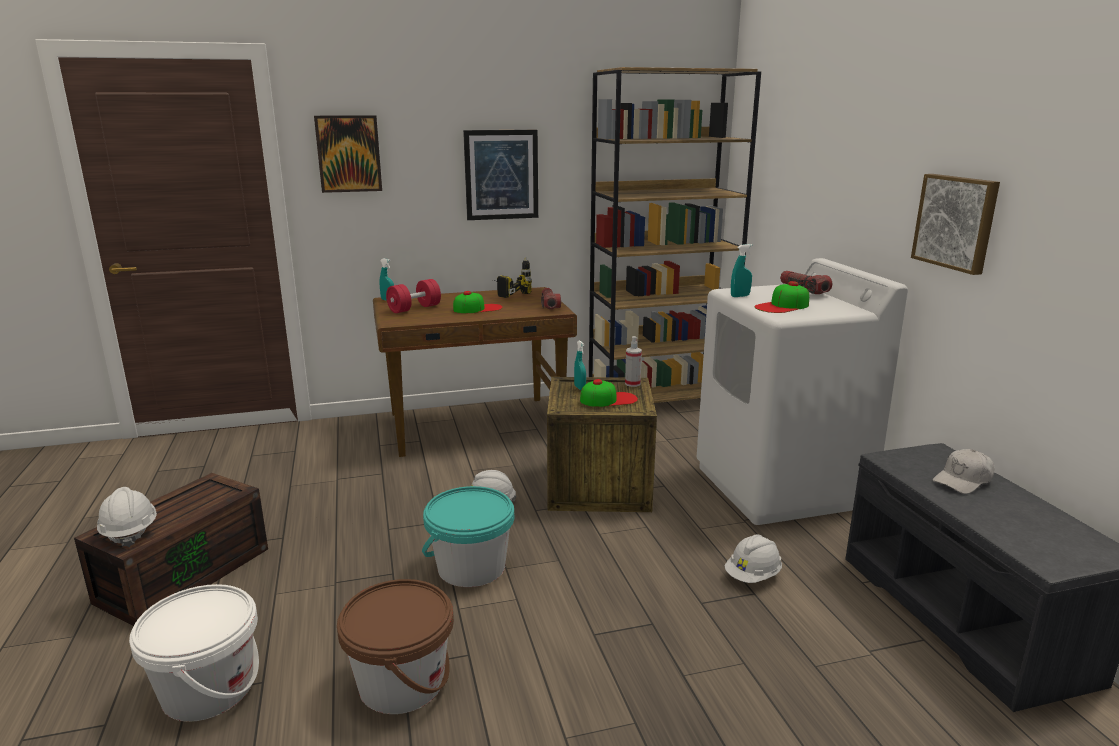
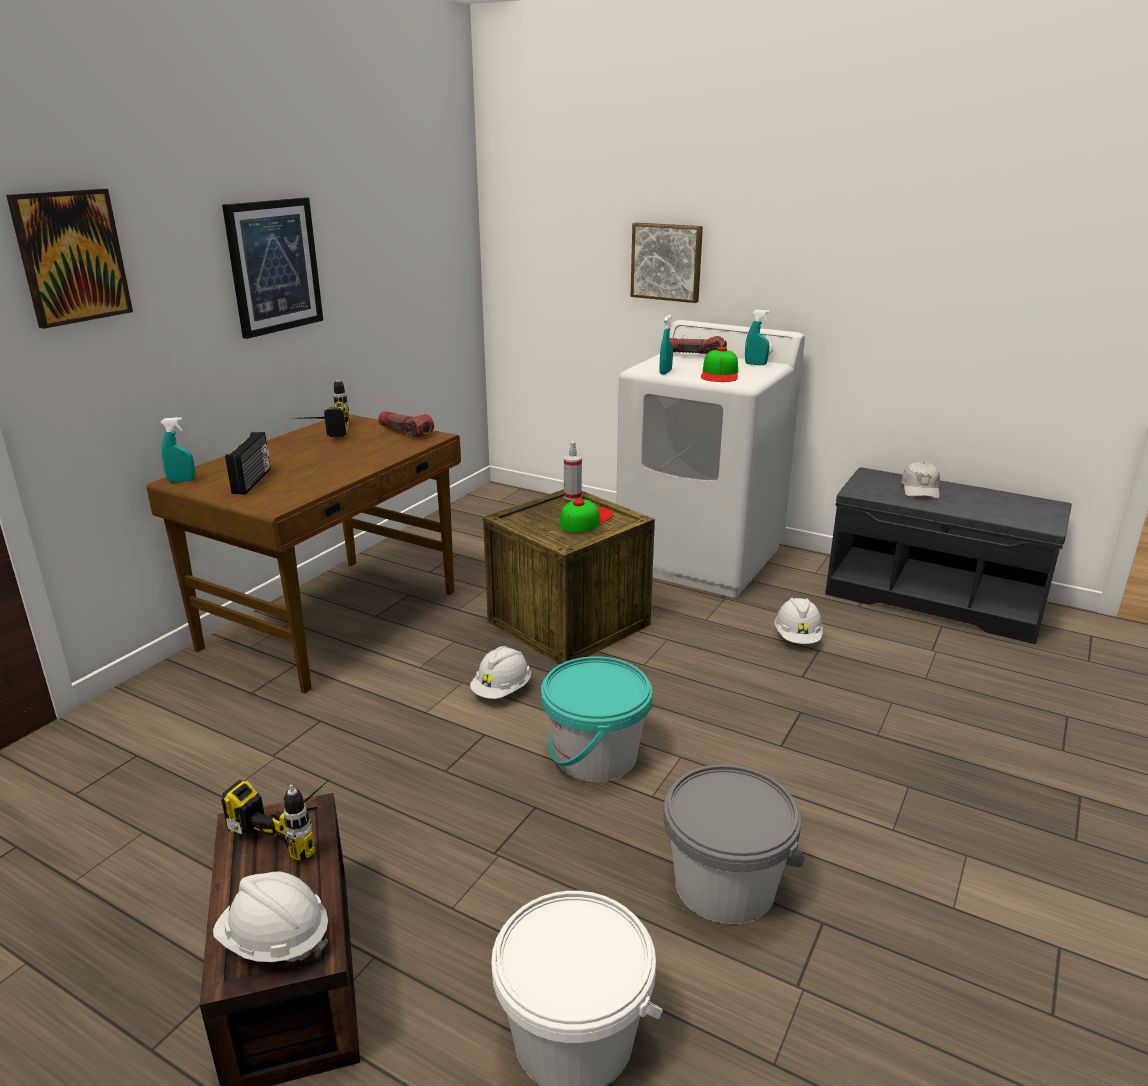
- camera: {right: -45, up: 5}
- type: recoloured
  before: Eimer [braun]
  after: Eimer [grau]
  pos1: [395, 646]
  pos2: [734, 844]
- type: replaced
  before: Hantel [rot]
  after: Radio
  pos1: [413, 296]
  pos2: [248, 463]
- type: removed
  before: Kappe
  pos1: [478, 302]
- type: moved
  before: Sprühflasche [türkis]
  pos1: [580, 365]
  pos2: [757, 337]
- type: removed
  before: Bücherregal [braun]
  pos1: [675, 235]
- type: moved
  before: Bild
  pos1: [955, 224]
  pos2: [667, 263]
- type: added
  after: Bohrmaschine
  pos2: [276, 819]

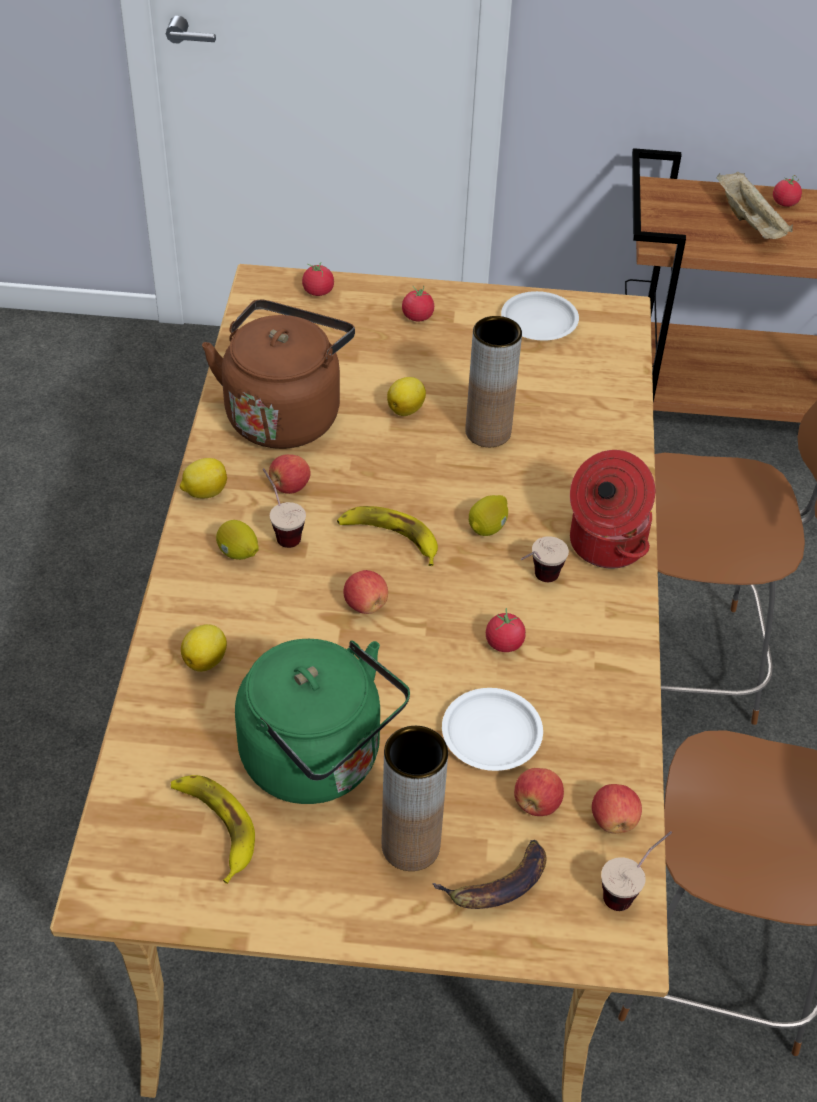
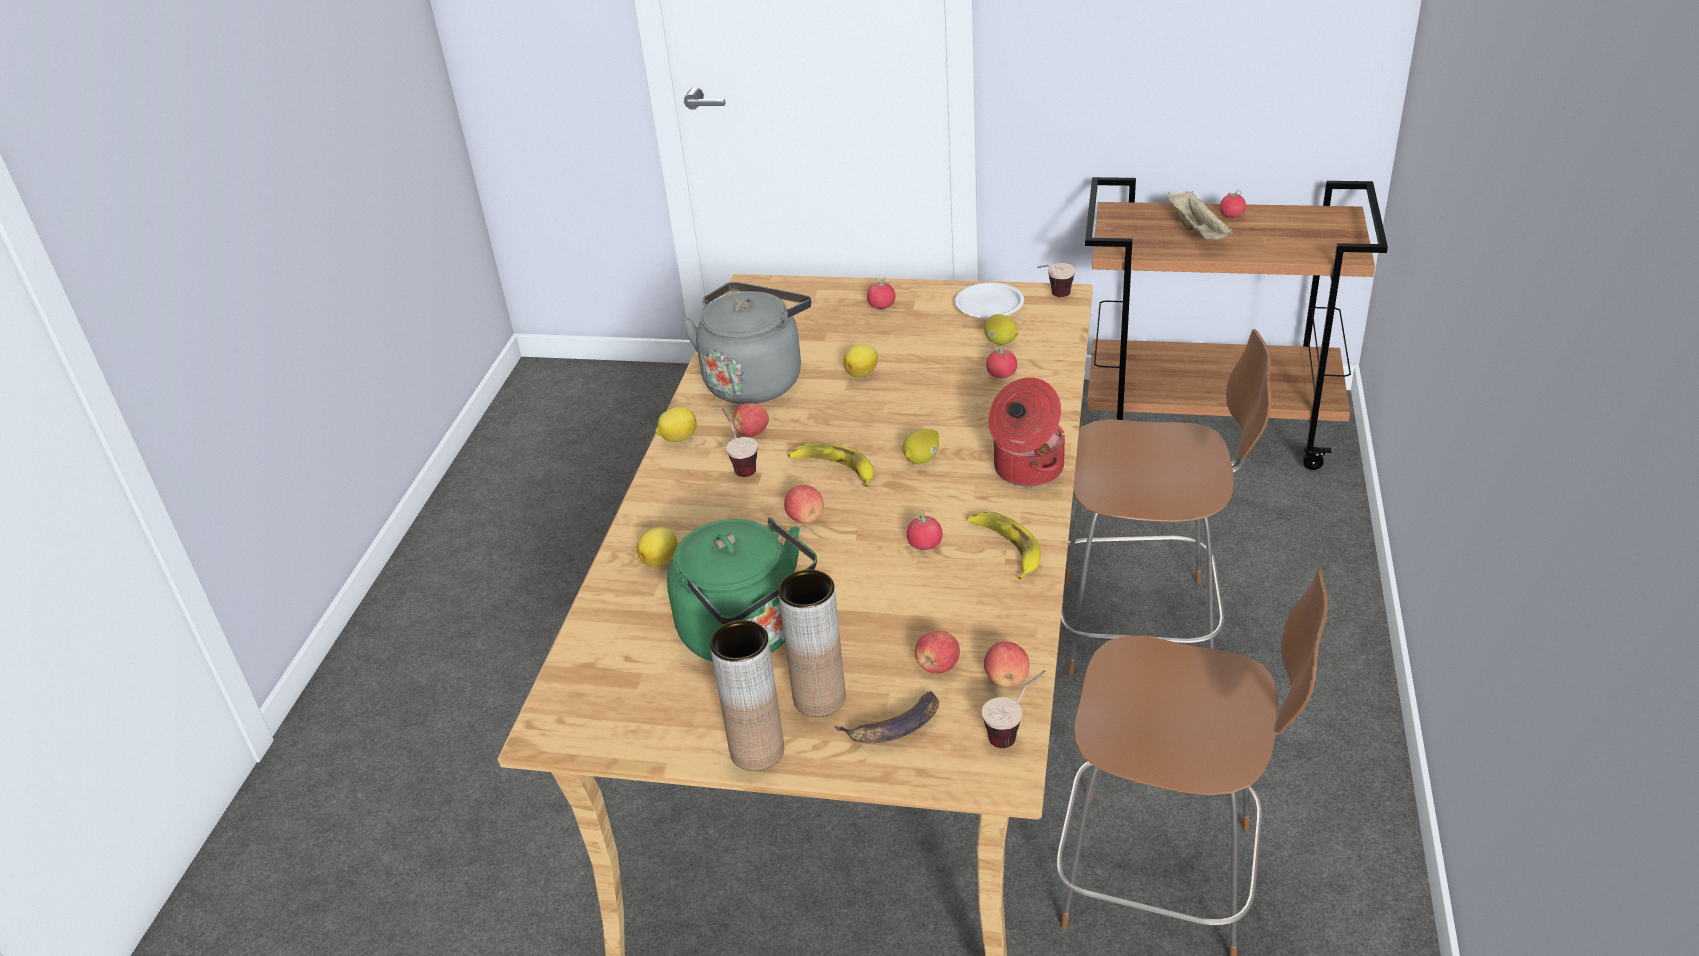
- camera: {right: 10, up: -10}
- type: moved
  before: Banane
  pos1: [213, 829]
  pos2: [1004, 546]
- type: recoloured
  before: Wasserkessel [braun]
  after: Wasserkessel [grau]
  pos1: [278, 374]
  pos2: [746, 343]
- type: moved
  before: Zitrone
  pos1: [237, 540]
  pos2: [1001, 329]
- type: moved
  before: Tomate
  pos1: [318, 279]
  pos2: [1001, 361]
- type: removed
  before: Teller [weiß]
  pos1: [492, 729]
- type: moved
  before: Vase [braun]
  pos1: [494, 381]
  pos2: [747, 695]
- type: moved
  before: Tasse
  pos1: [545, 559]
  pos2: [1056, 280]

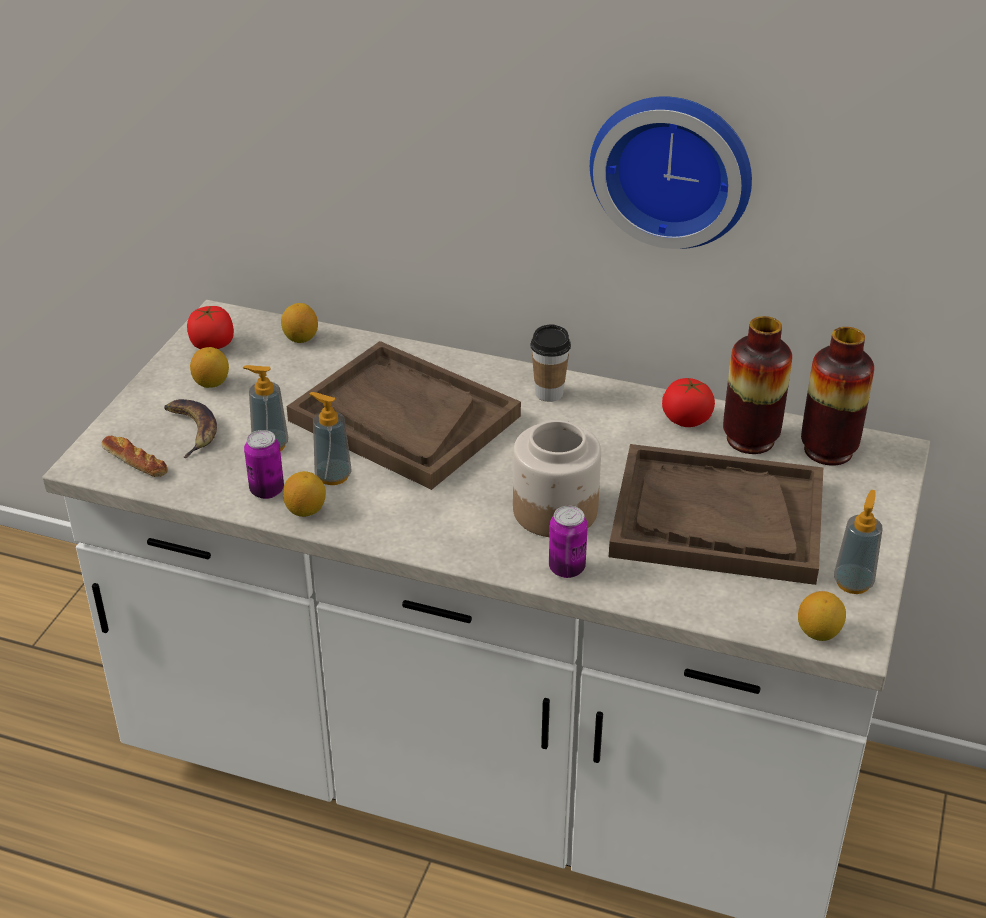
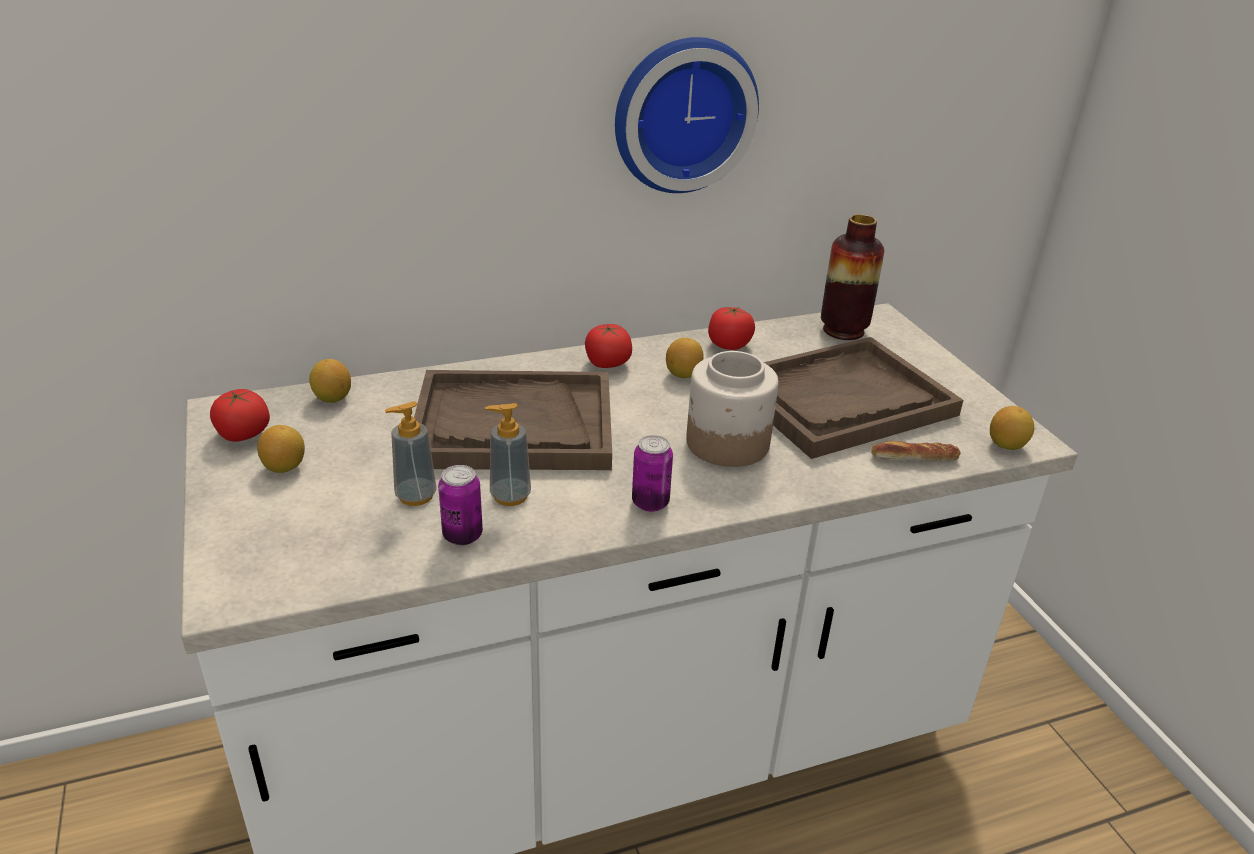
- camera: {right: -40, up: -5}
- type: moved
  before: Brot
  pos1: [134, 456]
  pos2: [916, 451]
- type: removed
  before: Banane
  pos1: [190, 428]
- type: moved
  before: Zitrone
  pos1: [304, 494]
  pos2: [684, 358]
- type: replaced
  before: Tasse
  after: Tomate
  pos1: [550, 363]
  pos2: [608, 346]
- type: moved
  before: Dose
  pos1: [568, 542]
  pos2: [652, 473]
- type: removed
  before: Vase
  pos1: [757, 385]
- type: removed
  before: Seifenspender
  pos1: [858, 541]

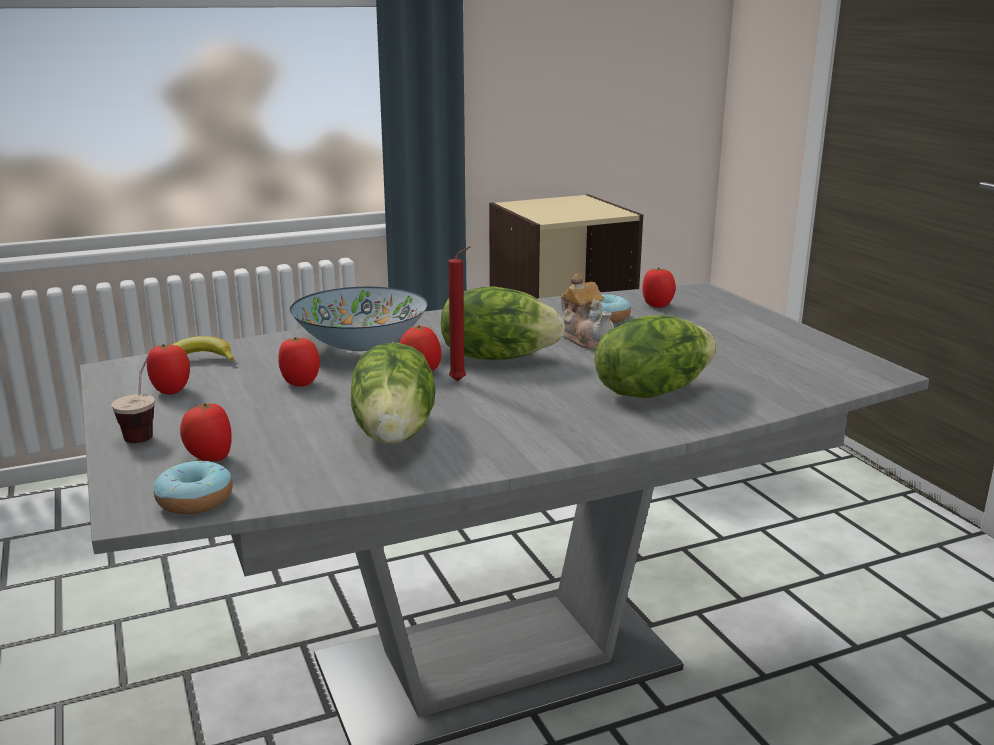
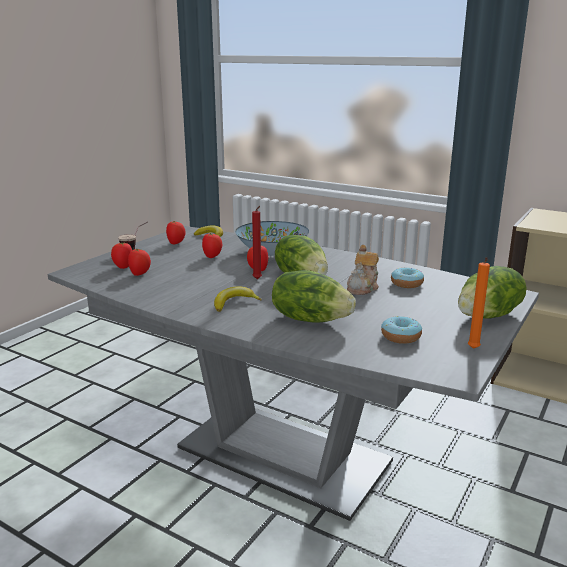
- camera: {right: 55, up: 0}
- type: moved
  before: Donut
  pos1: [193, 487]
  pos2: [401, 330]
- type: moved
  before: Salatkopf
  pos1: [393, 394]
  pos2: [492, 292]
- type: moved
  before: Tomate
  pos1: [659, 287]
  pos2: [139, 262]
- type: added
  after: Banane
  pos2: [238, 299]
- type: added
  after: Kerze [orange]
  pos2: [479, 303]

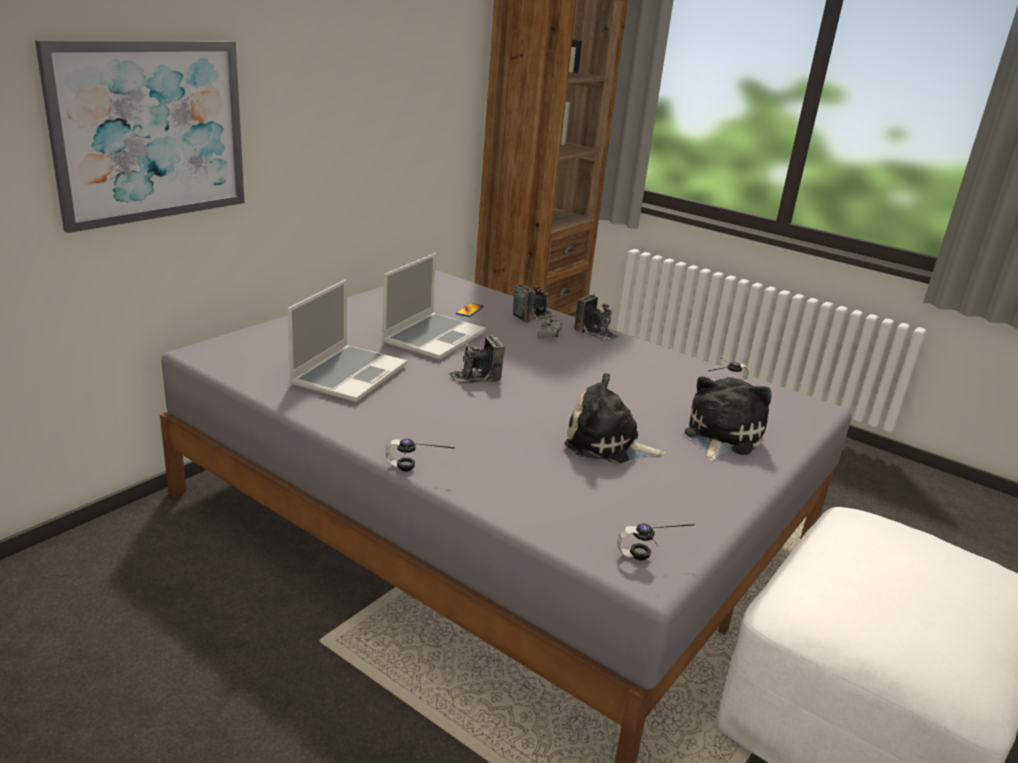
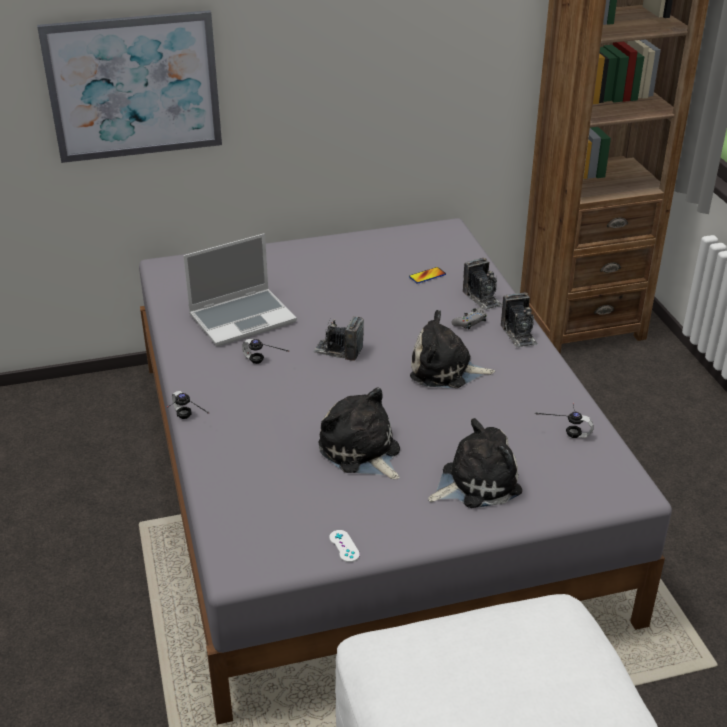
- camera: {right: 40, up: 10}
- type: removed
  before: Laptop
  pos1: [434, 306]
- type: turned
  before: Kamera
  pos1: [535, 302]
  pos2: [482, 284]
  turn: 60
- type: moved
  before: Kopfhörer
  pos1: [656, 542]
  pos2: [265, 351]
- type: added
  after: Gamepad [weiß]
  pos2: [344, 546]
- type: added
  after: Plüschtier
  pos2: [452, 349]

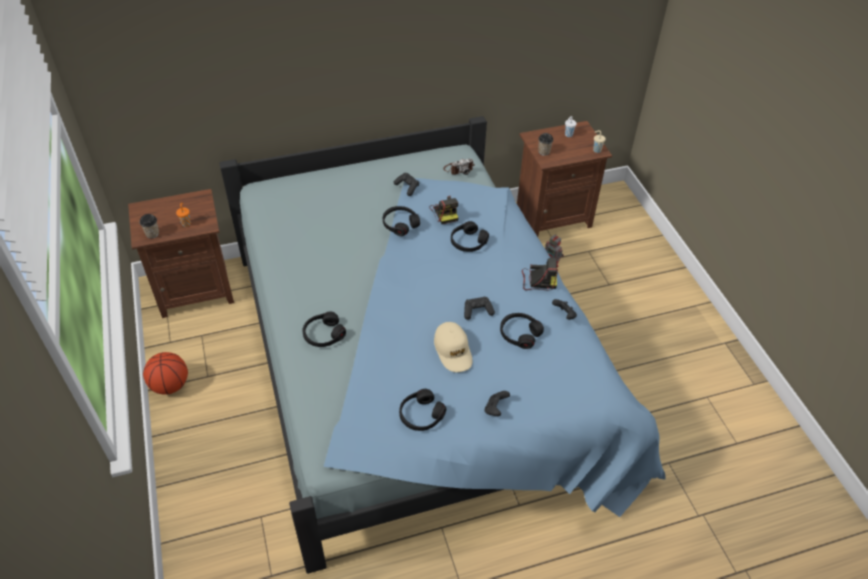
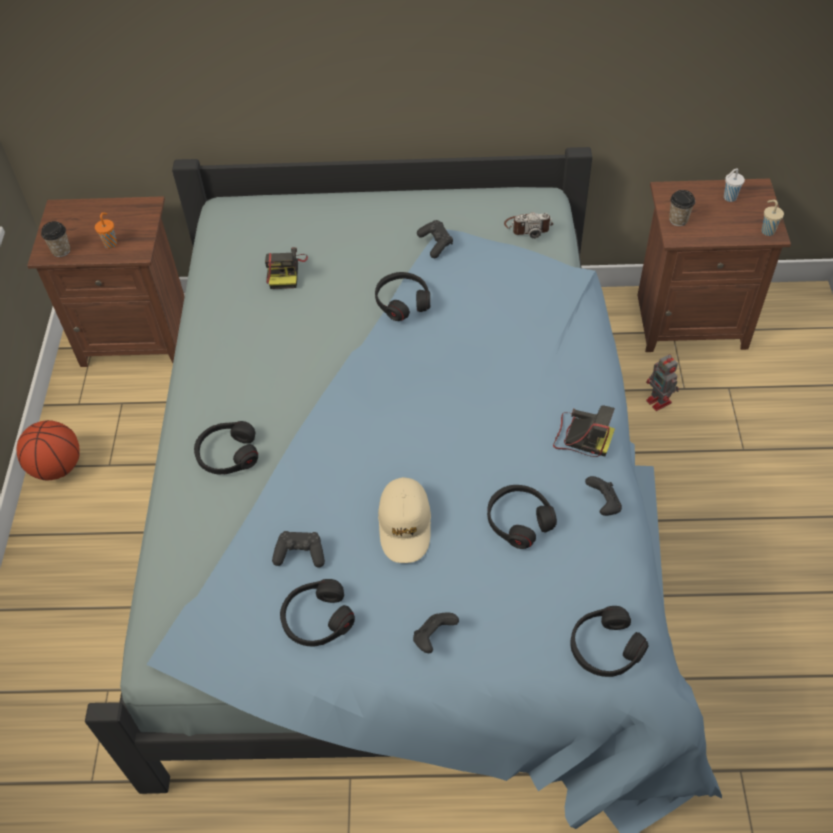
- camera: {right: 20, up: 5}
- type: moved
  before: Kamera
  pos1: [443, 210]
  pos2: [286, 268]
- type: moved
  before: Kopfhörer [schwarz]
  pos1: [470, 236]
  pos2: [609, 641]
- type: moved
  before: Gamepad [schwarz]
  pos1: [479, 308]
  pos2: [298, 549]

